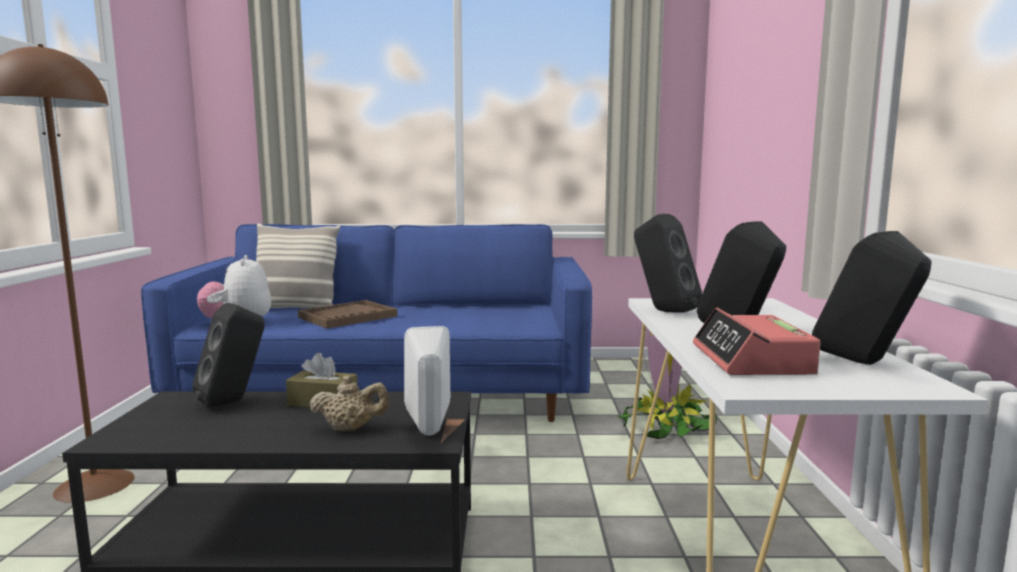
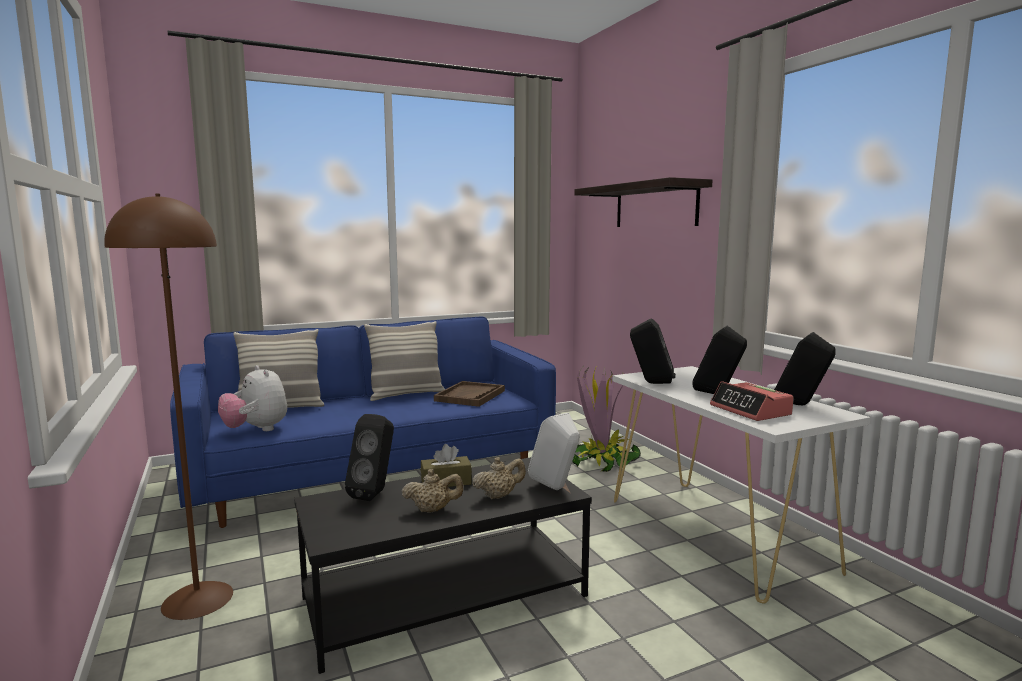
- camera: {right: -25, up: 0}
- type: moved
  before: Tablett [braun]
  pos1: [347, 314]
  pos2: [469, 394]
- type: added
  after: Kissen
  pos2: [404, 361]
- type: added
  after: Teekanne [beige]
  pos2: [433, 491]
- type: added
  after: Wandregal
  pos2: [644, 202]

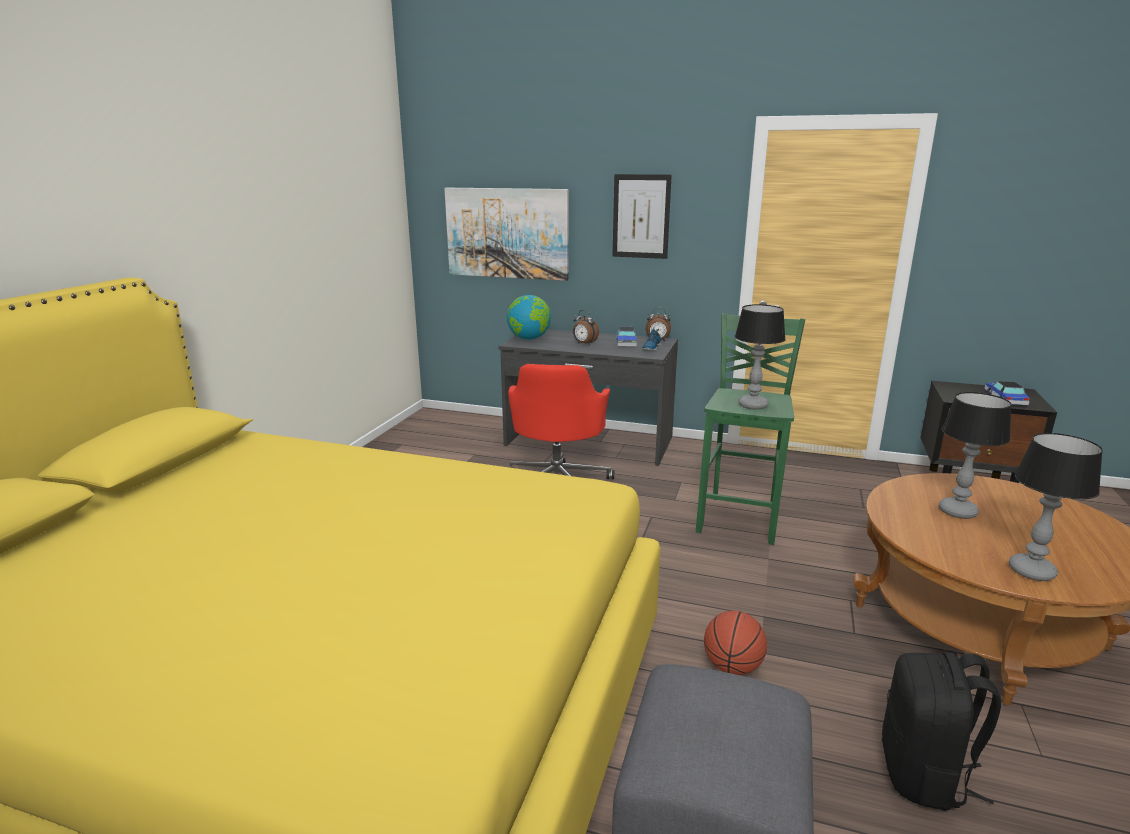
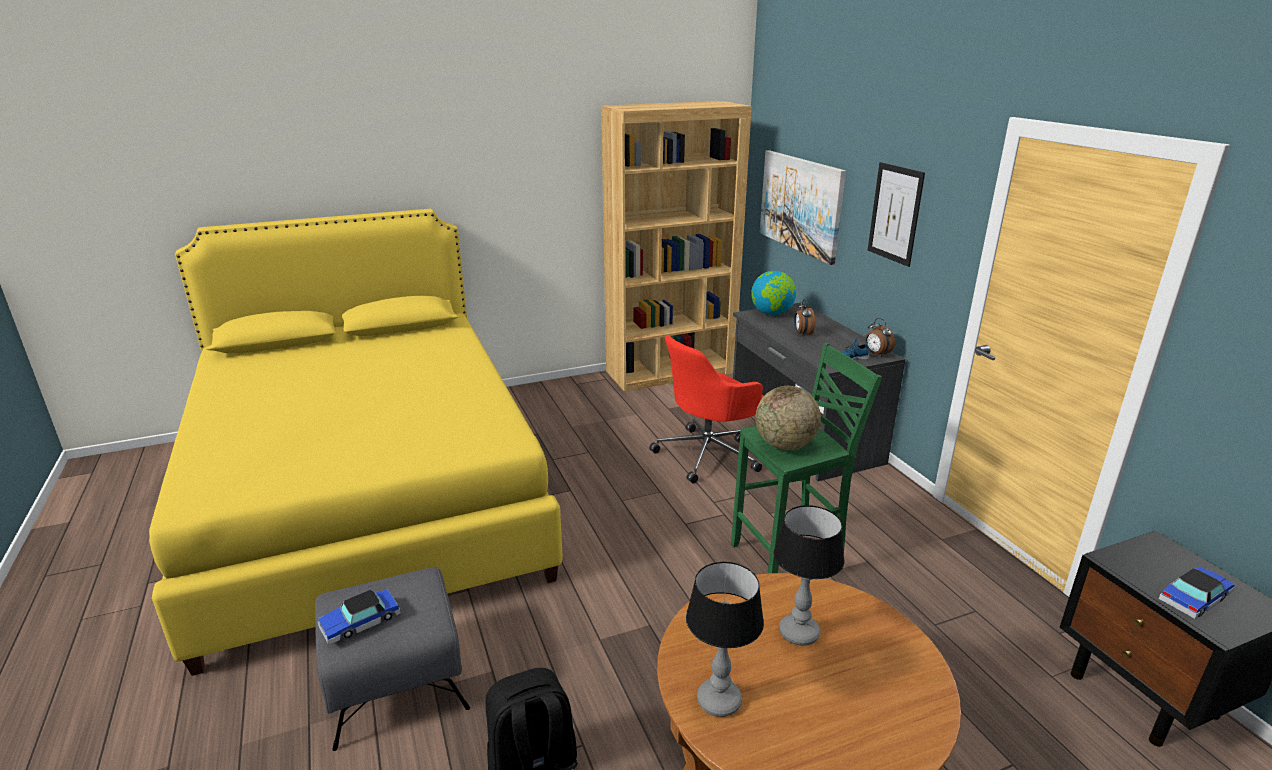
- camera: {right: 50, up: 5}
- type: moved
  before: Spielzeugauto
  pos1: [627, 336]
  pos2: [359, 617]
- type: removed
  before: Basketball
  pos1: [735, 643]
- type: replaced
  before: Tischlampe
  after: Globus
  pos1: [760, 357]
  pos2: [788, 418]
- type: added
  after: Bücherregal [braun]
  pos2: [676, 246]

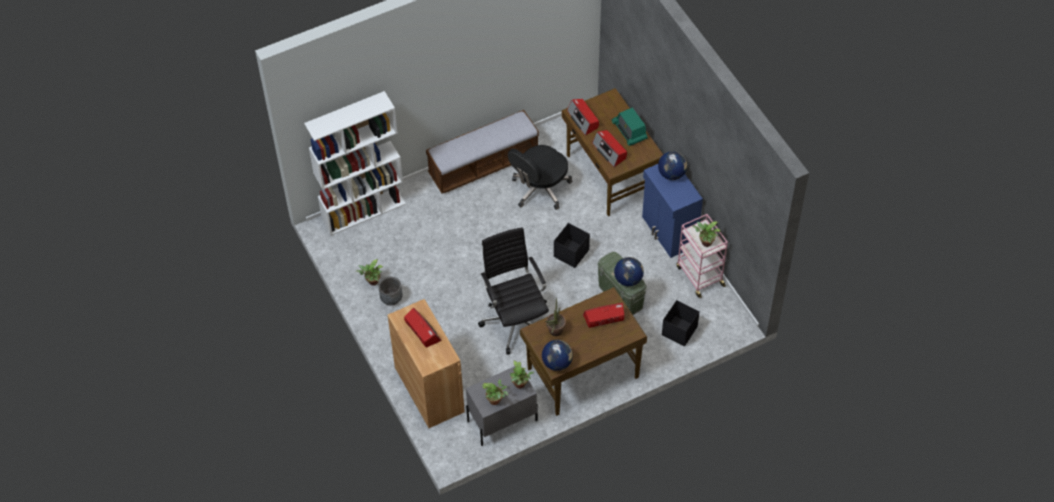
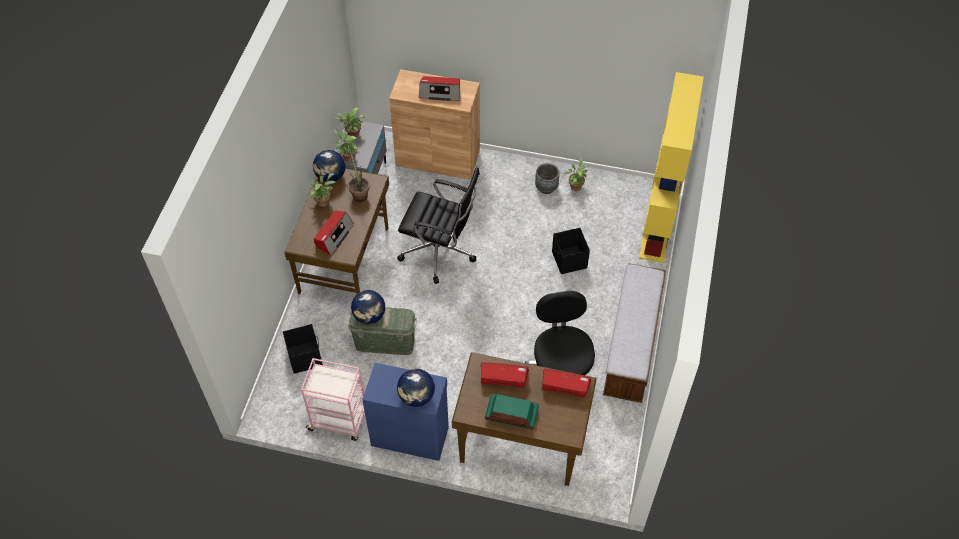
- camera: {right: 130, up: 0}
- type: recoloured
  before: Bücherregal [weiß]
  after: Bücherregal [gelb]
  pos1: [355, 163]
  pos2: [671, 167]
- type: moved
  before: Aufbewahrungsbox [schwarz]
  pos1: [572, 245]
  pos2: [571, 251]
- type: moved
  before: Topfpflanze
  pos1: [706, 234]
  pos2: [321, 190]

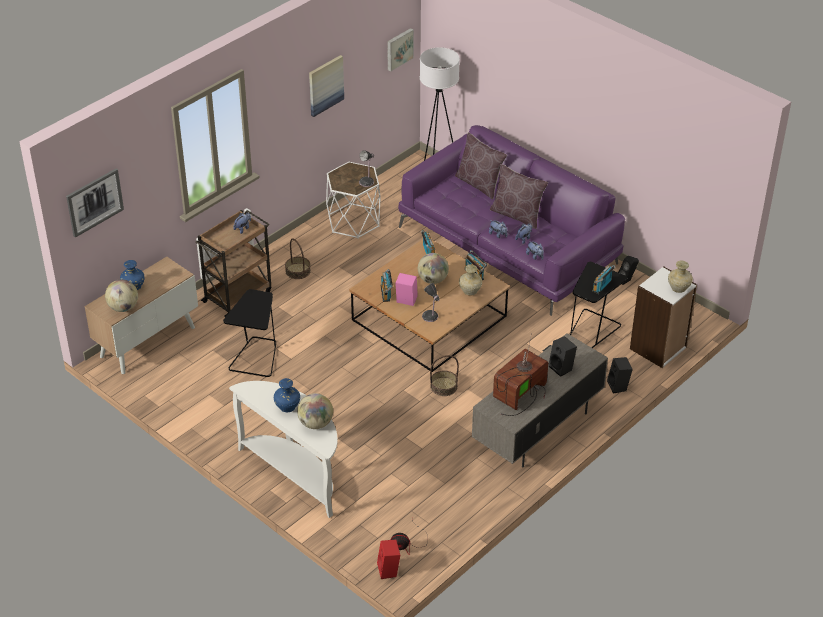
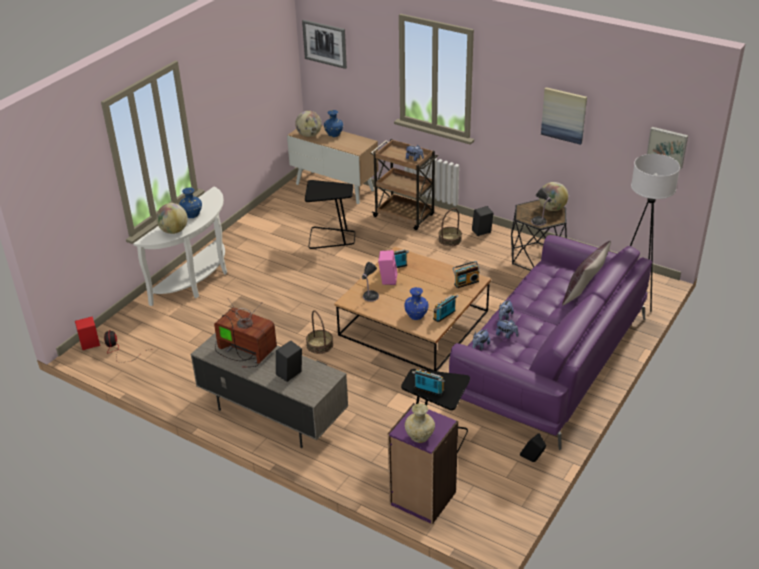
- camera: {right: 80, up: -5}
- type: recoloured
  before: Beistelltisch [weiß]
  after: Beistelltisch [schwarz]
  pos1: [353, 200]
  pos2: [539, 235]
- type: moved
  before: Globus
  pos1: [433, 268]
  pos2: [553, 196]
- type: recoloured
  before: Vase [beige]
  after: Vase [blau]
  pos1: [470, 280]
  pos2: [416, 303]
- type: removed
  before: Kissen [braun]
  pos1: [519, 196]
- type: moved
  before: Lautsprecher [schwarz]
  pos1: [620, 375]
  pos2: [483, 221]
- type: recoloured
  before: Bücherregal [weiß]
  after: Bücherregal [lila]
  pos1: [663, 317]
  pos2: [423, 464]

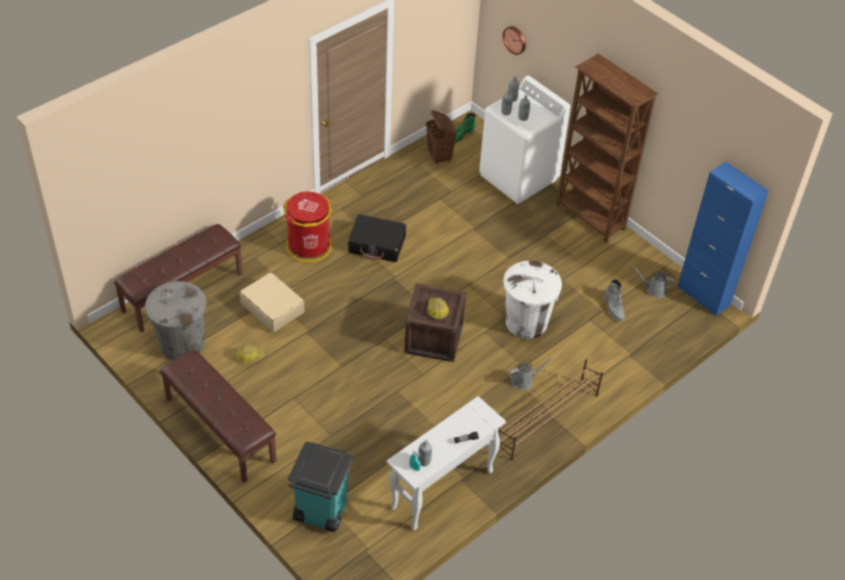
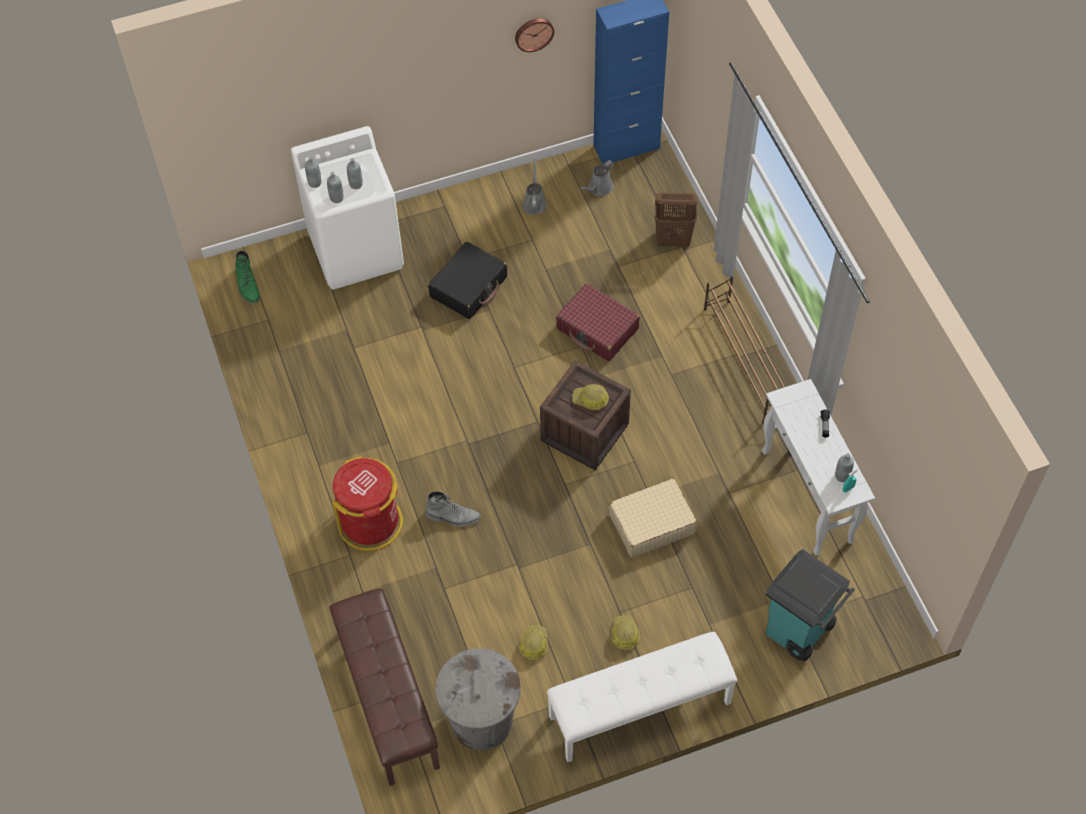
- camera: {right: -65, up: 10}
- type: recoloured
  before: Bank [braun]
  after: Bank [weiß]
  pos1: [218, 416]
  pos2: [642, 697]
- type: moved
  before: Koffer [beige]
  pos1: [272, 302]
  pos2: [653, 518]
- type: moved
  before: Koffer [schwarz]
  pos1: [377, 238]
  pos2: [467, 280]
- type: moved
  before: Wäschekorb [braun]
  pos1: [441, 137]
  pos2: [676, 219]
- type: moved
  before: Wanduhr
  pos1: [514, 40]
  pos2: [534, 35]
- type: replaced
  before: Mülleimer [weiß]
  after: Koffer [rot]
  pos1: [532, 300]
  pos2: [598, 322]
- type: moved
  before: Gießkanne [grau]
  pos1: [531, 373]
  pos2: [534, 186]
- type: removed
  before: Bücherregal [braun]
  pos1: [607, 148]
- type: moved
  before: Stiefel [grau]
  pos1: [614, 300]
  pos2: [453, 508]
- type: added
  after: Schutzhelm
  pos2: [625, 633]

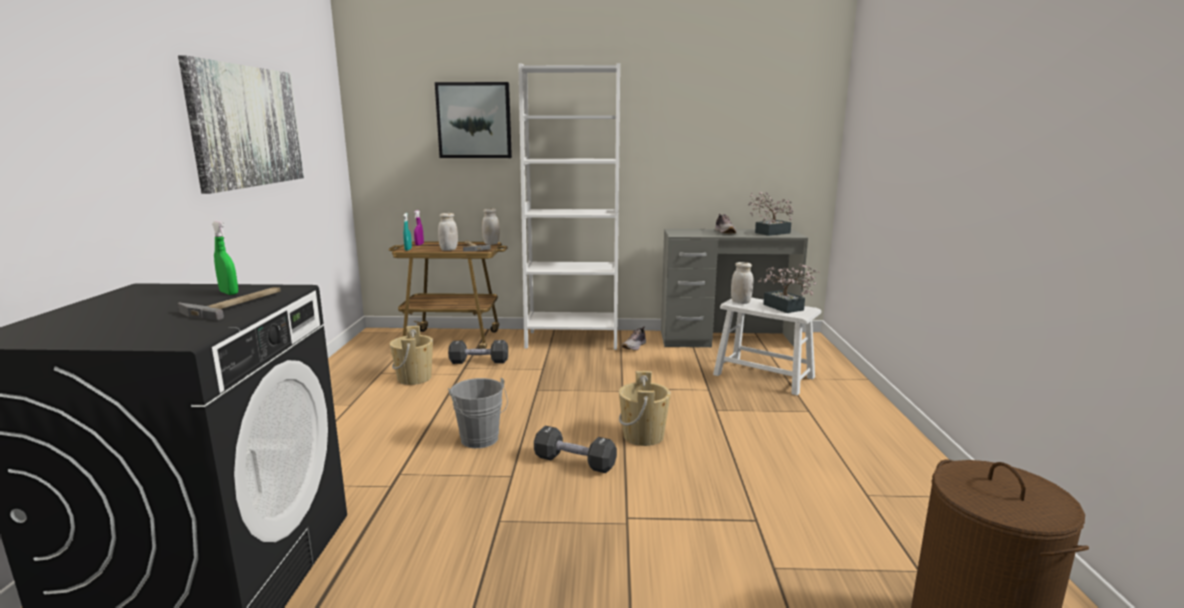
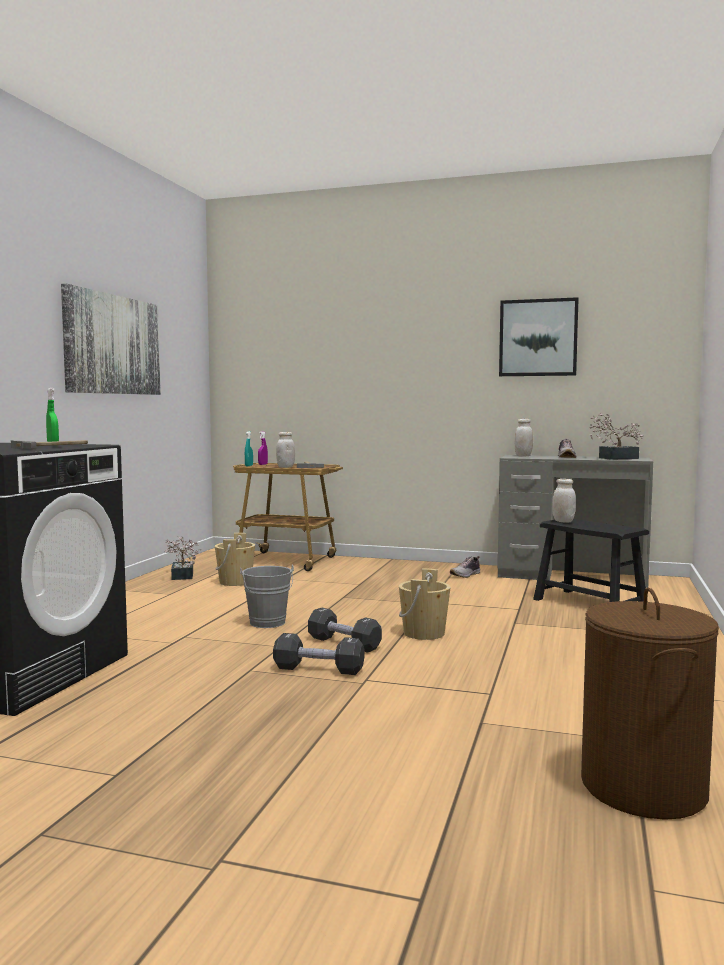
- camera: {right: 15, up: -10}
- type: moved
  before: Bild
  pos1: [473, 120]
  pos2: [539, 336]
- type: moved
  before: Hantel [schwarz]
  pos1: [478, 352]
  pos2: [318, 654]
- type: moved
  before: Vorratsglas [weiß]
  pos1: [491, 226]
  pos2: [524, 438]
- type: removed
  before: Bücherregal [weiß]
  pos1: [569, 206]
- type: recoloured
  before: Hocker [weiß]
  after: Hocker [schwarz]
  pos1: [767, 346]
  pos2: [591, 560]
- type: moved
  before: Topfpflanze
  pos1: [789, 288]
  pos2: [182, 558]

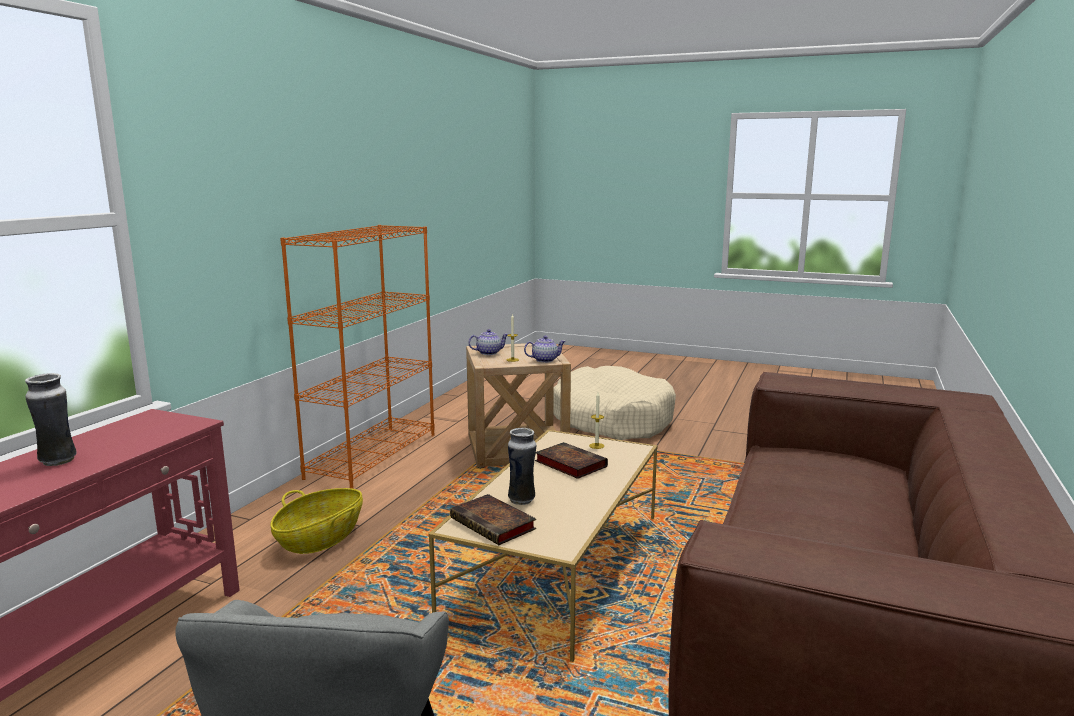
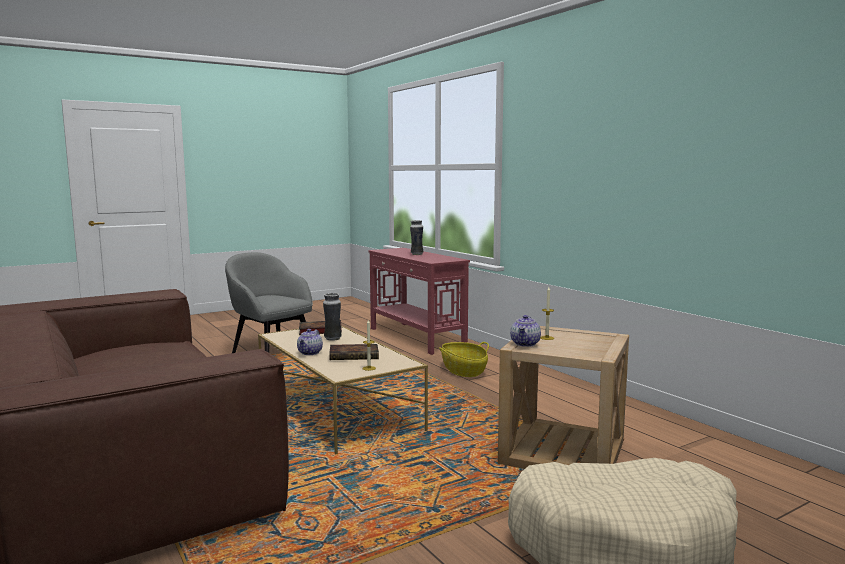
- camera: {right: 125, up: -5}
- type: removed
  before: Bücherregal [orange]
  pos1: [357, 357]
- type: moved
  before: Teekanne
  pos1: [488, 342]
  pos2: [310, 342]

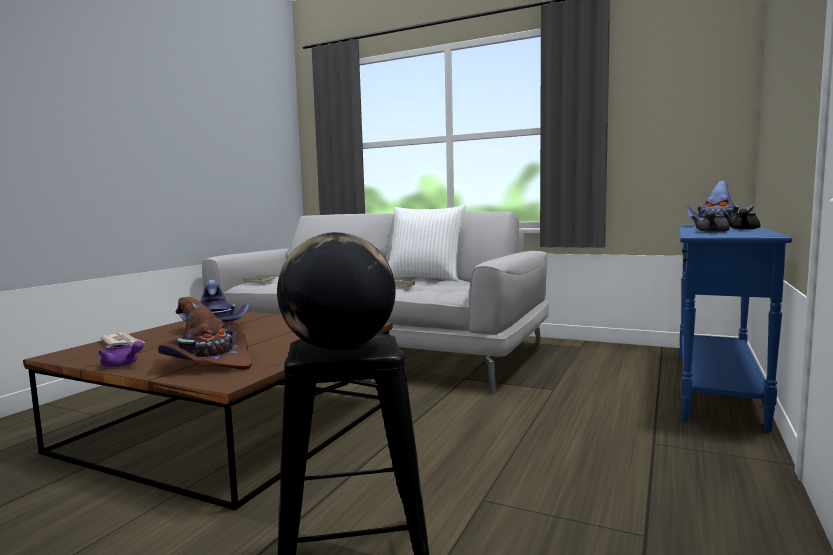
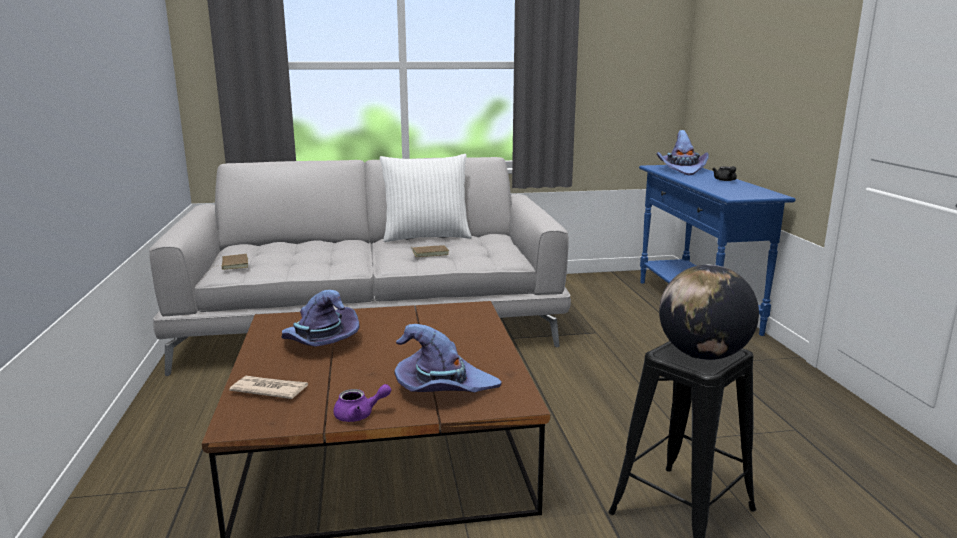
- camera: {right: -35, up: 10}
- type: recoloured
  before: Hut [braun]
  after: Hut [lila]
  pos1: [205, 333]
  pos2: [448, 358]
- type: removed
  before: Teekanne [grau]
  pos1: [711, 221]

